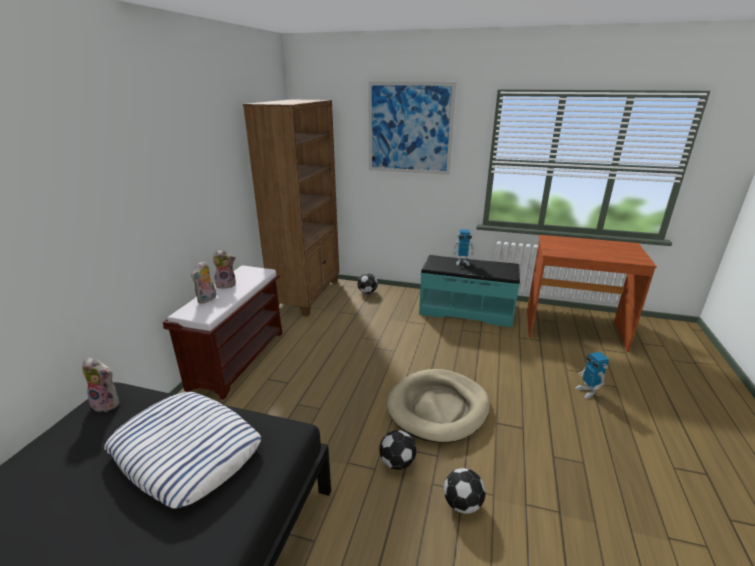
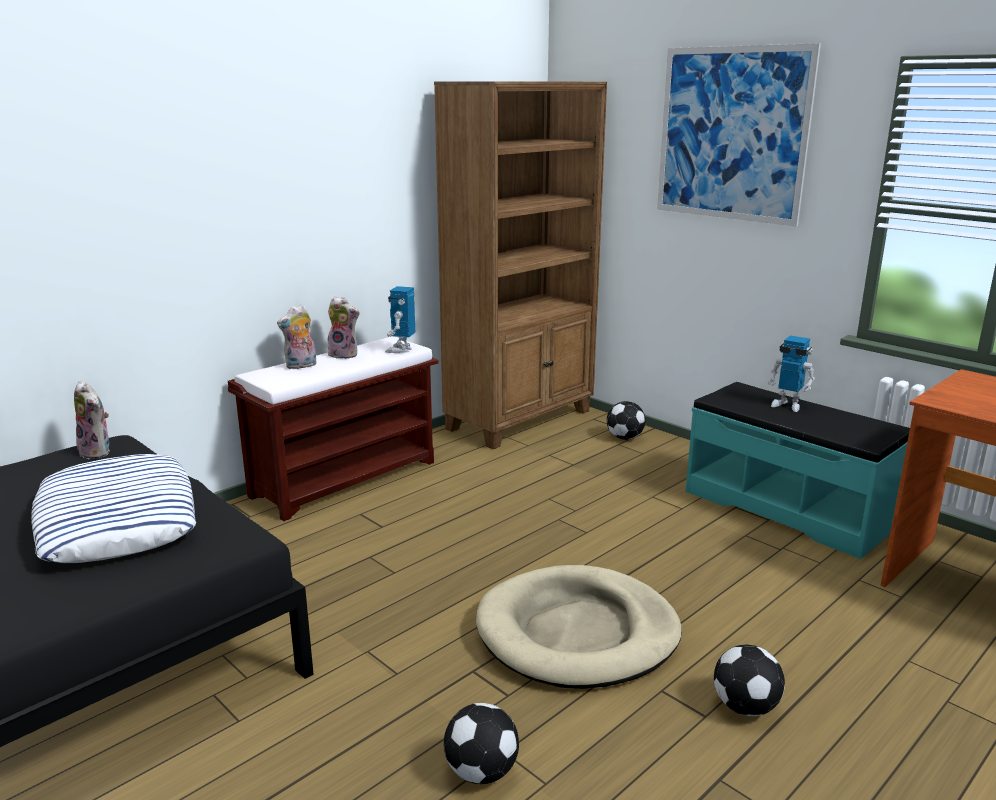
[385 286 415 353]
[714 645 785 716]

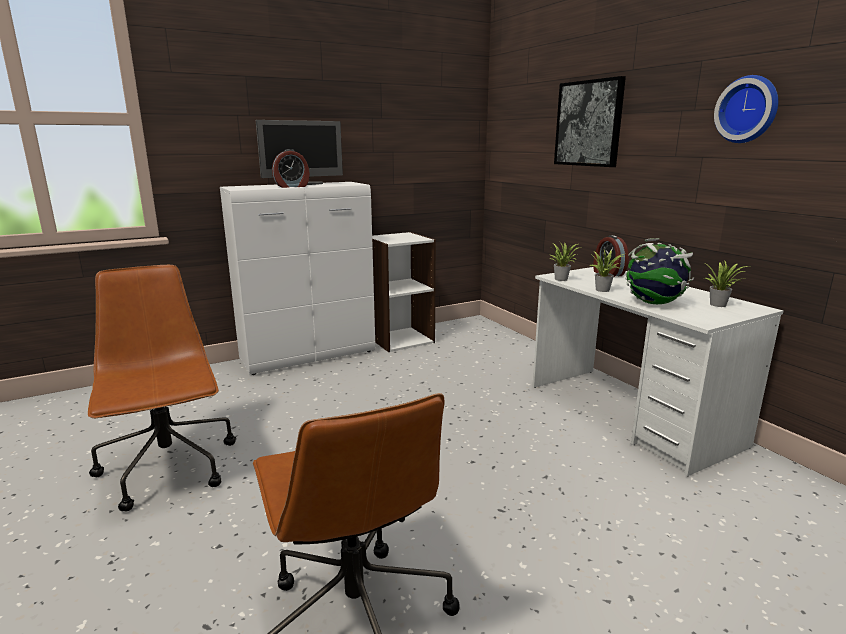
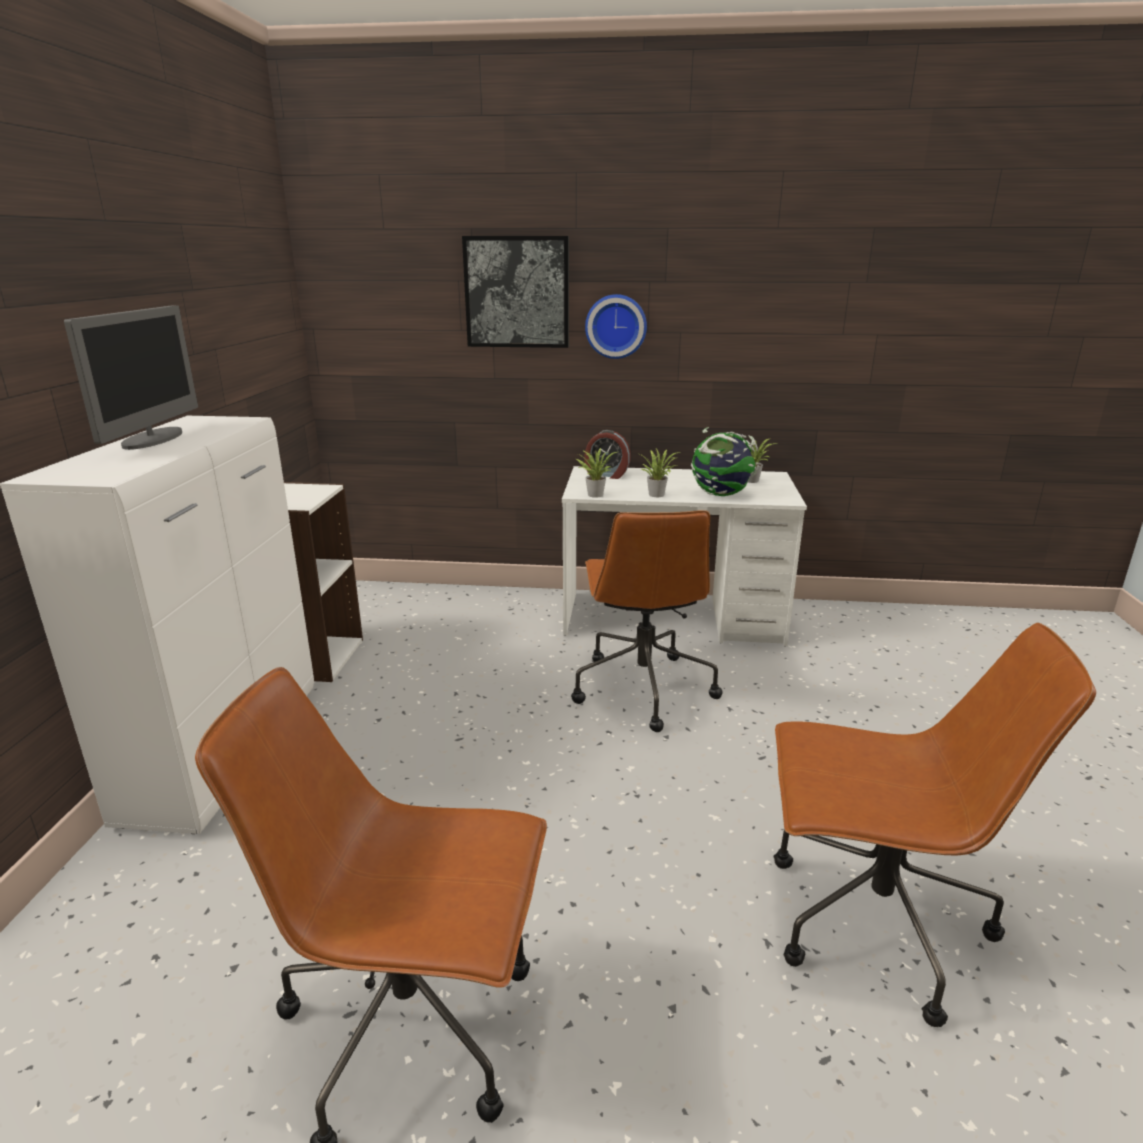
[585 294 647 359]
[272 149 310 188] (first image)
[571 510 723 732]

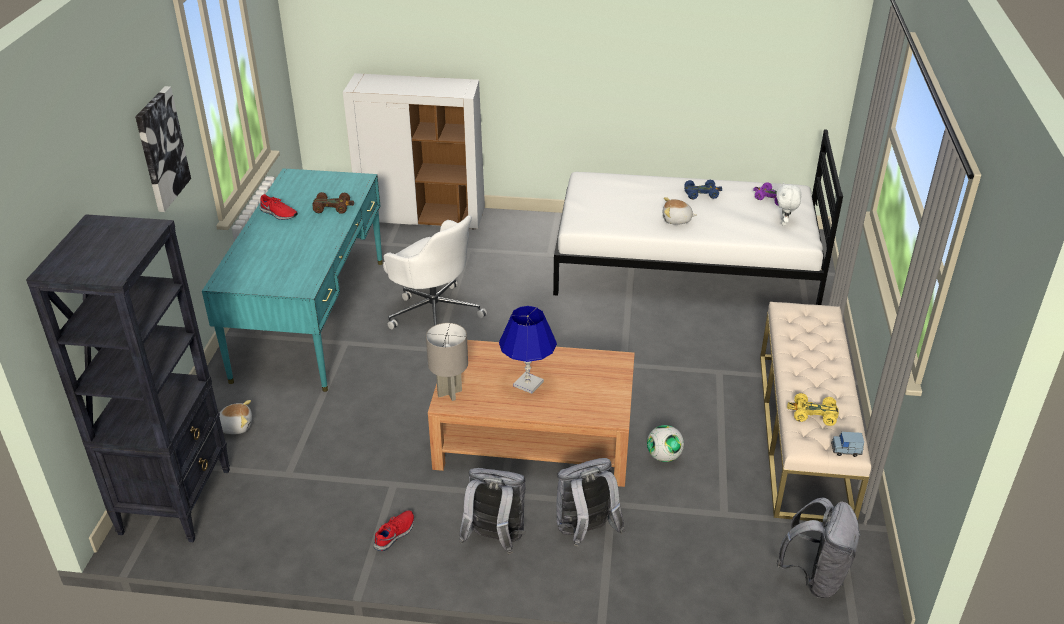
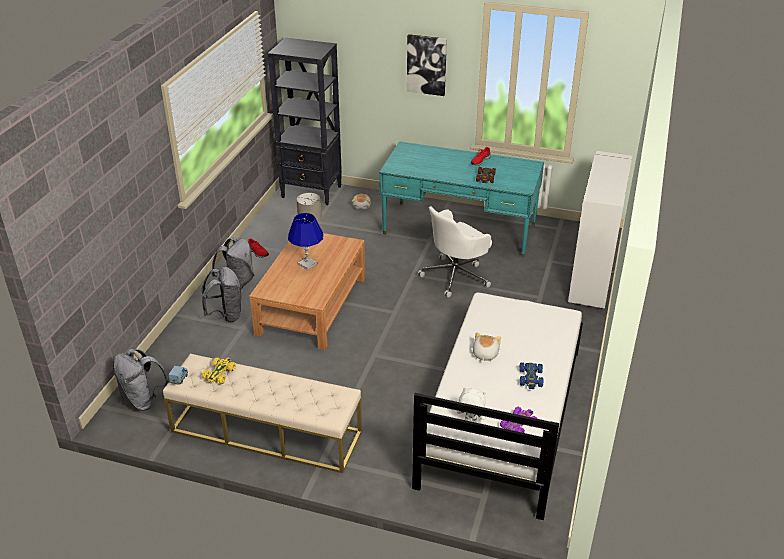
[647 425 684 462] (first image)

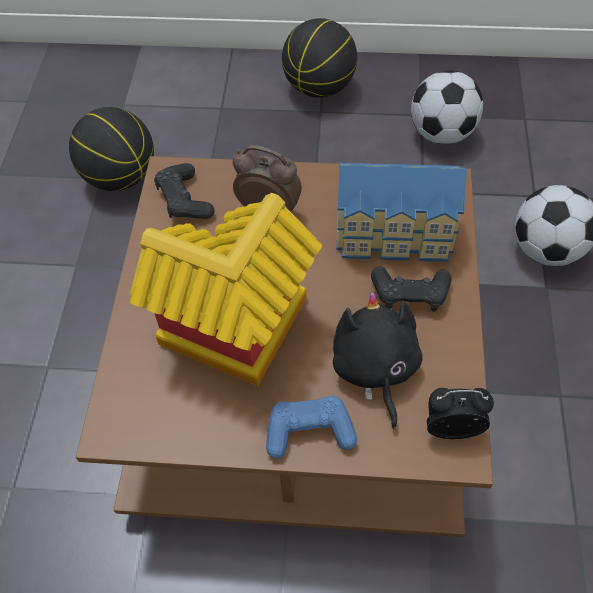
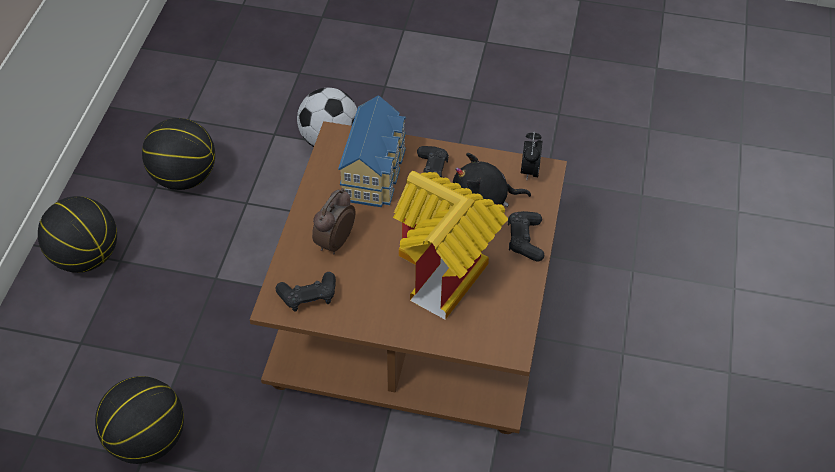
[142 118 215 190]
[508 211 544 262]

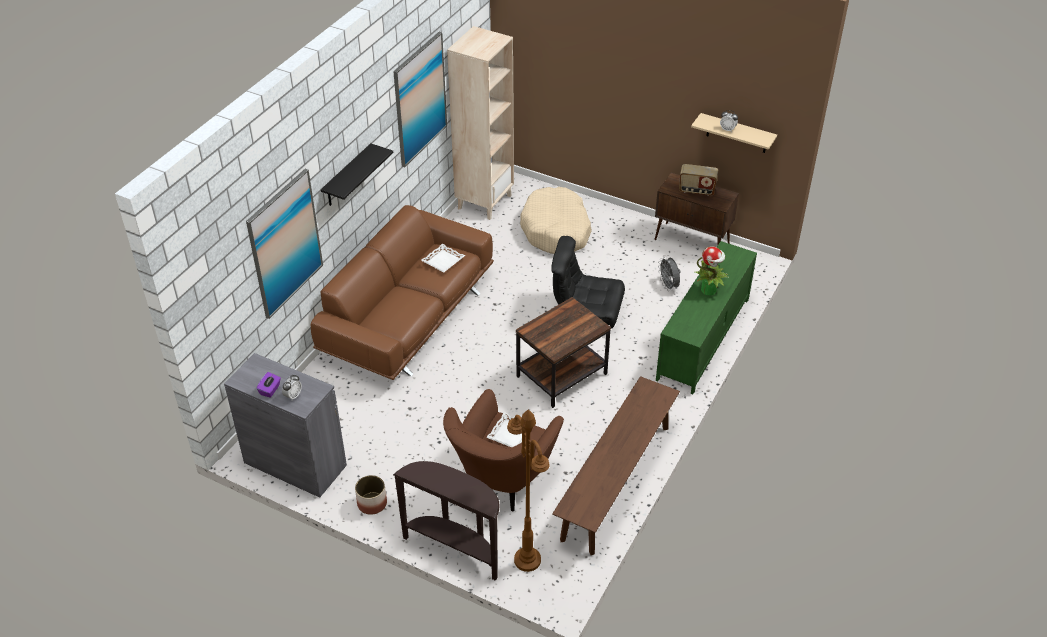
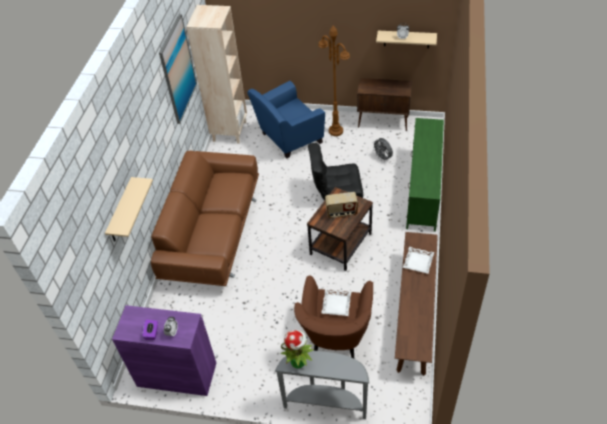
[321 144 393 206] (first image)
[325 192 358 218]
[105 177 153 241]
[247 81 325 158]
[403 247 434 274]
[281 330 313 368]
[112 305 216 396]
[318 25 350 136]
[275 351 369 419]
[355 475 387 515] (first image)

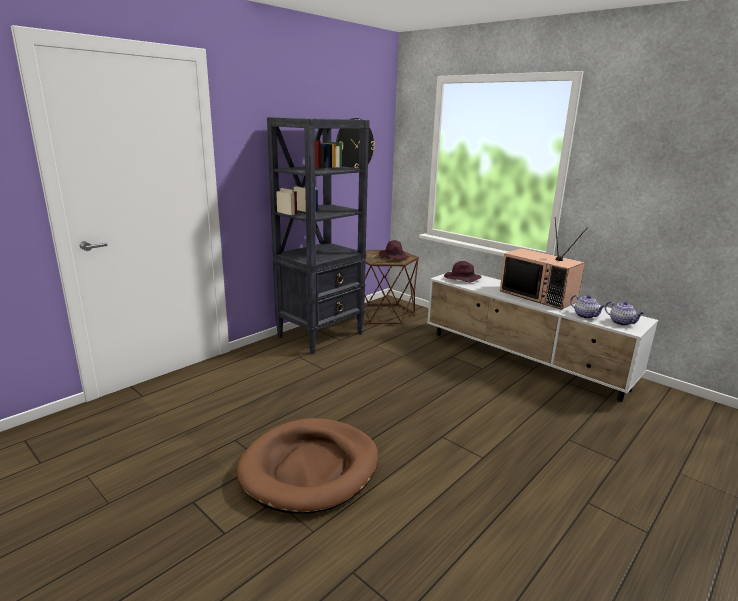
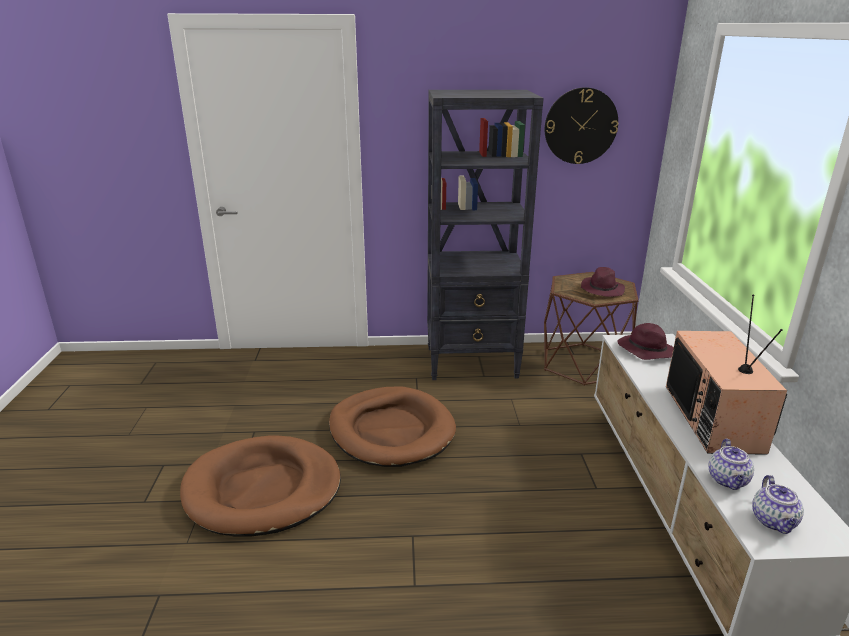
[329 386 456 467]

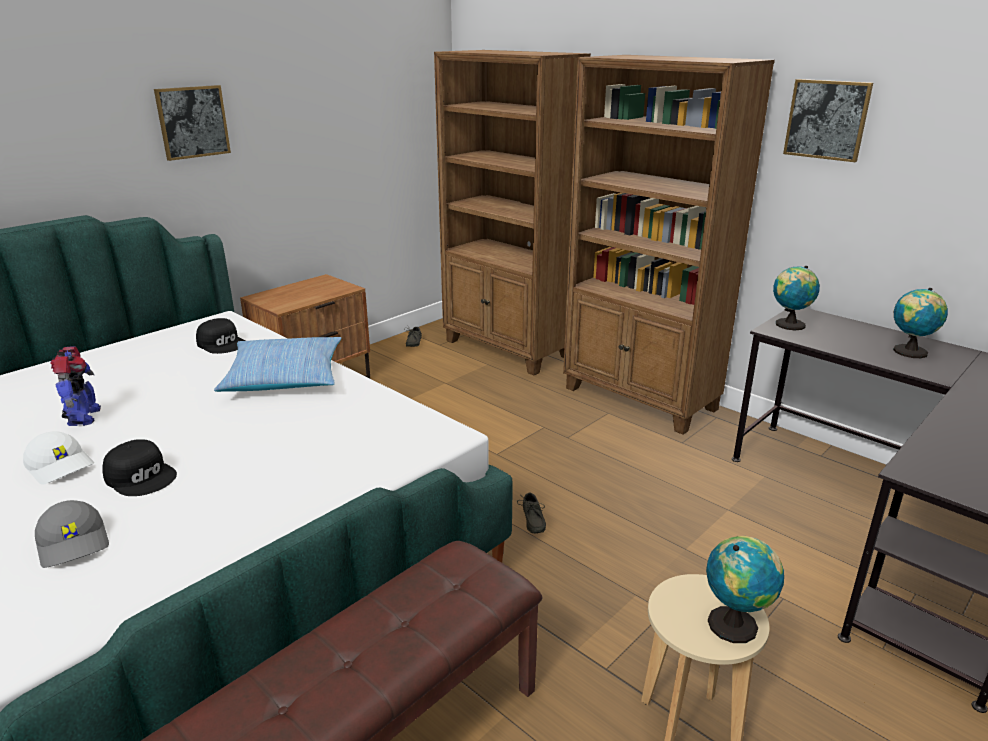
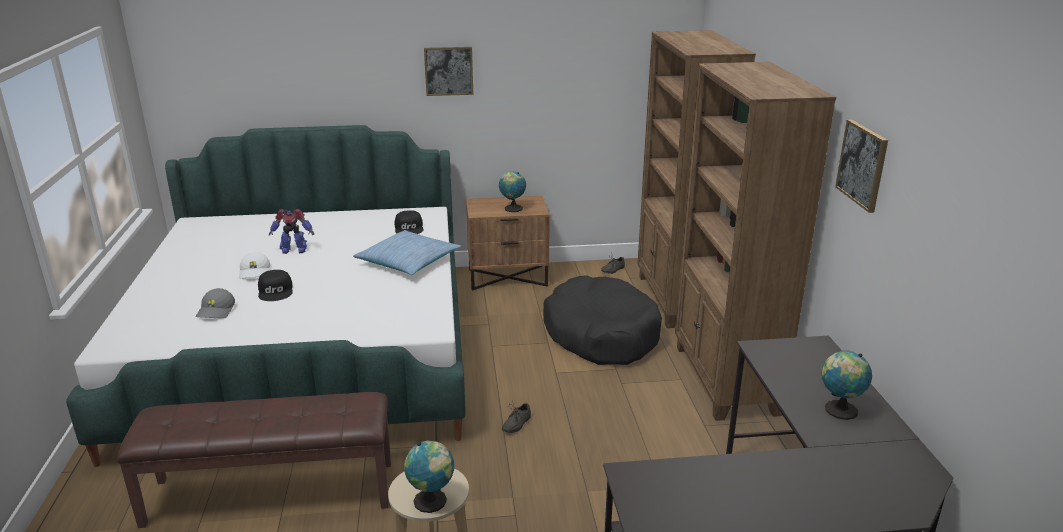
[499 171 526 212]
[269 209 314 254]
[543 275 662 365]

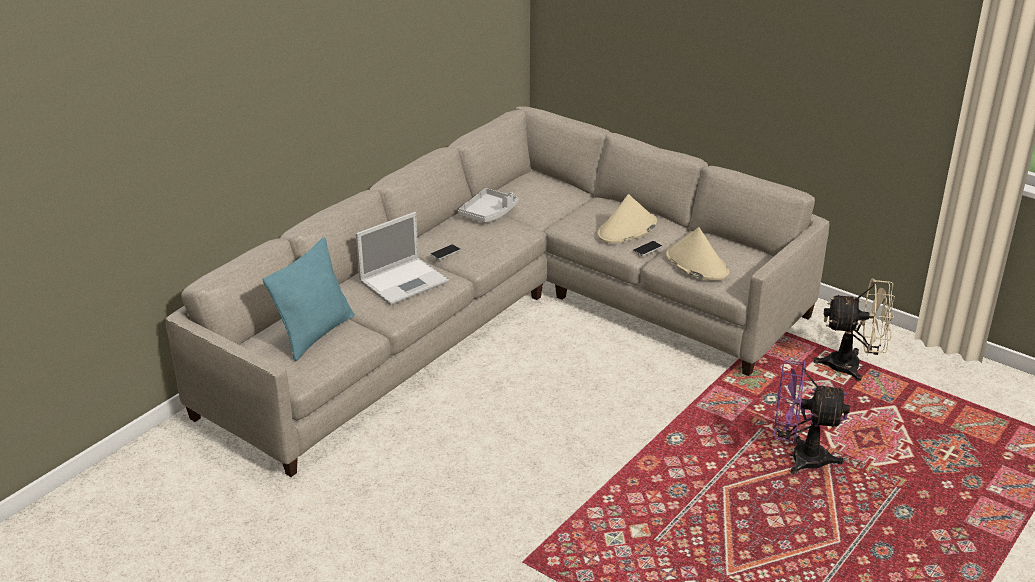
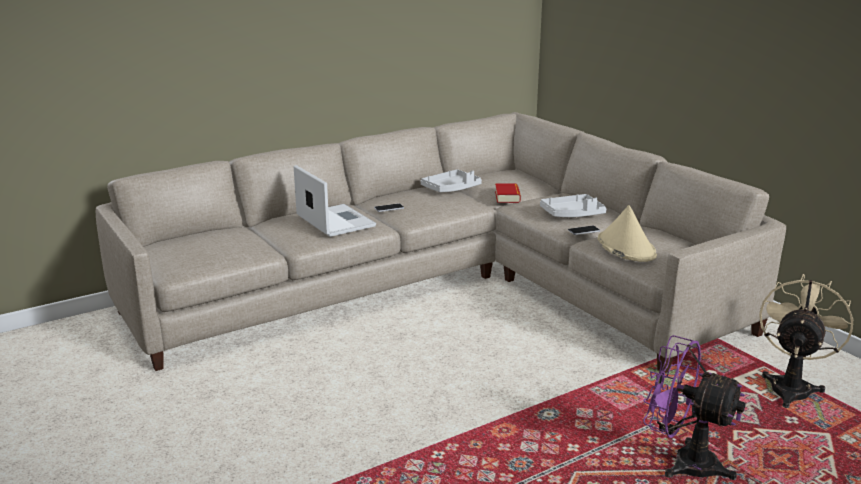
[540 194 607 217]
[294 165 376 237]
[263 237 355 361] (first image)
[759 274 853 408]
[495 184 521 203]

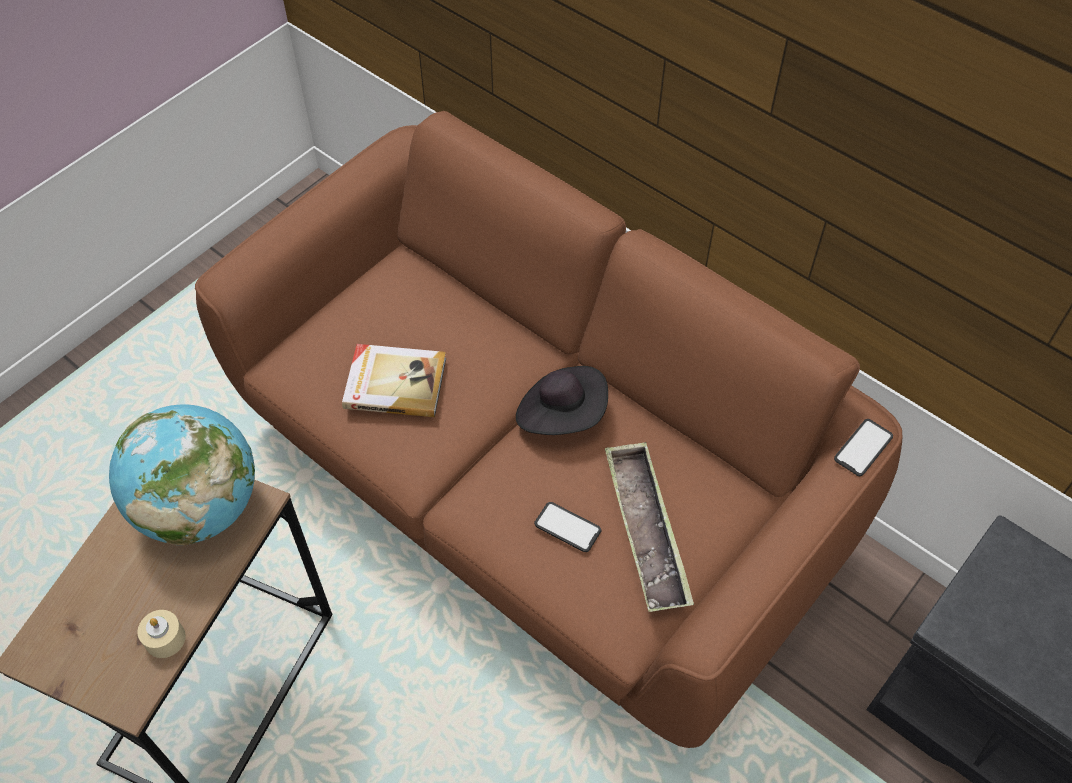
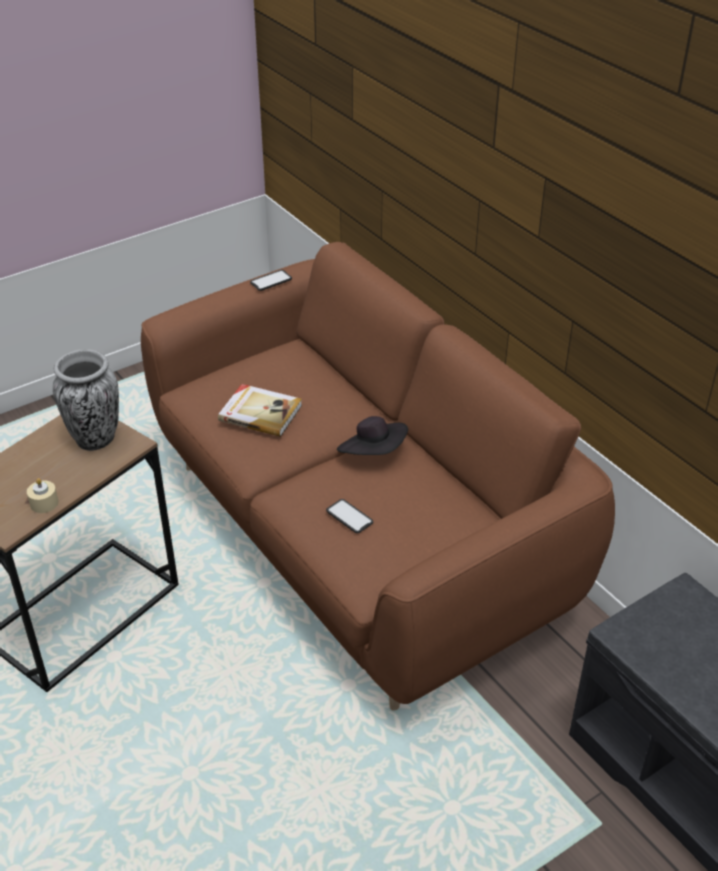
[53 349 119 451]
[250 270 292 291]
[605 442 694 612] (first image)

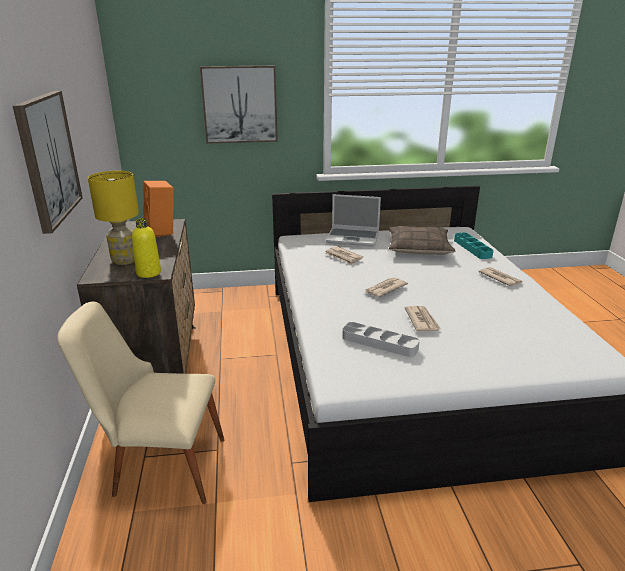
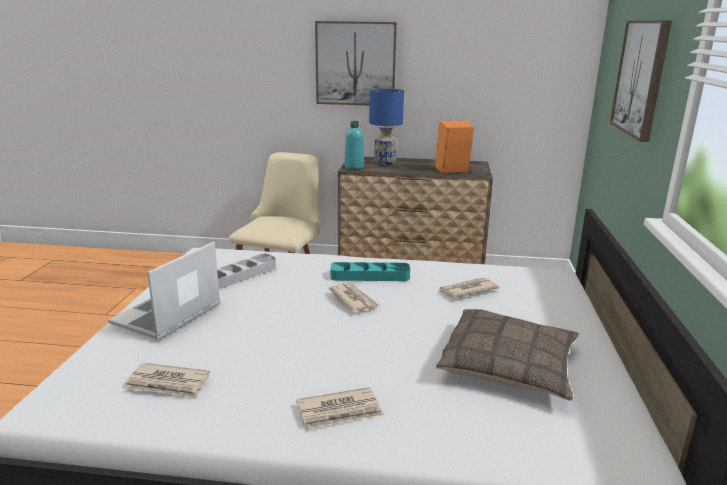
[369 89 404 165]
[108 242 221 340]
[345 121 364 169]
[330 262 410 281]
[125 363 210 398]

